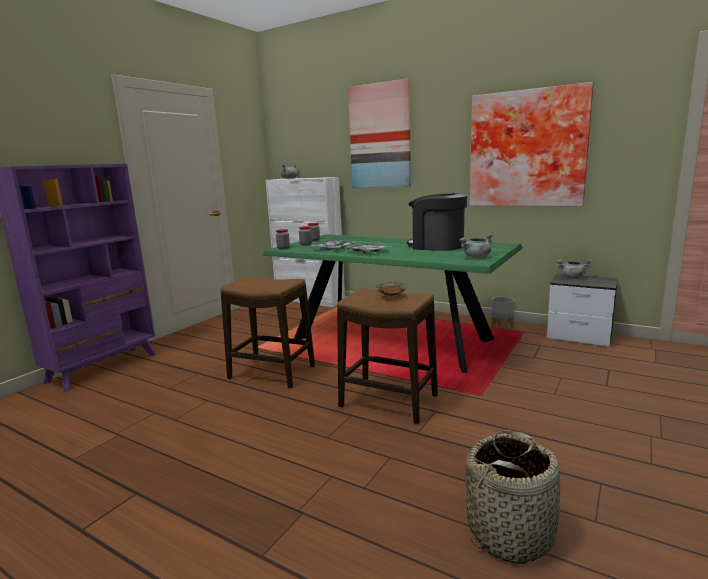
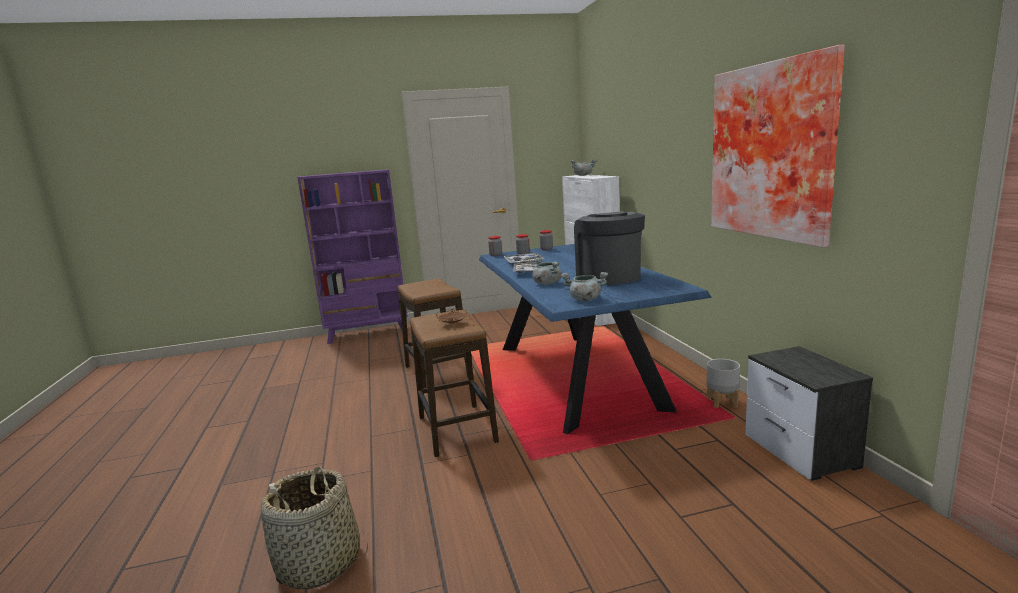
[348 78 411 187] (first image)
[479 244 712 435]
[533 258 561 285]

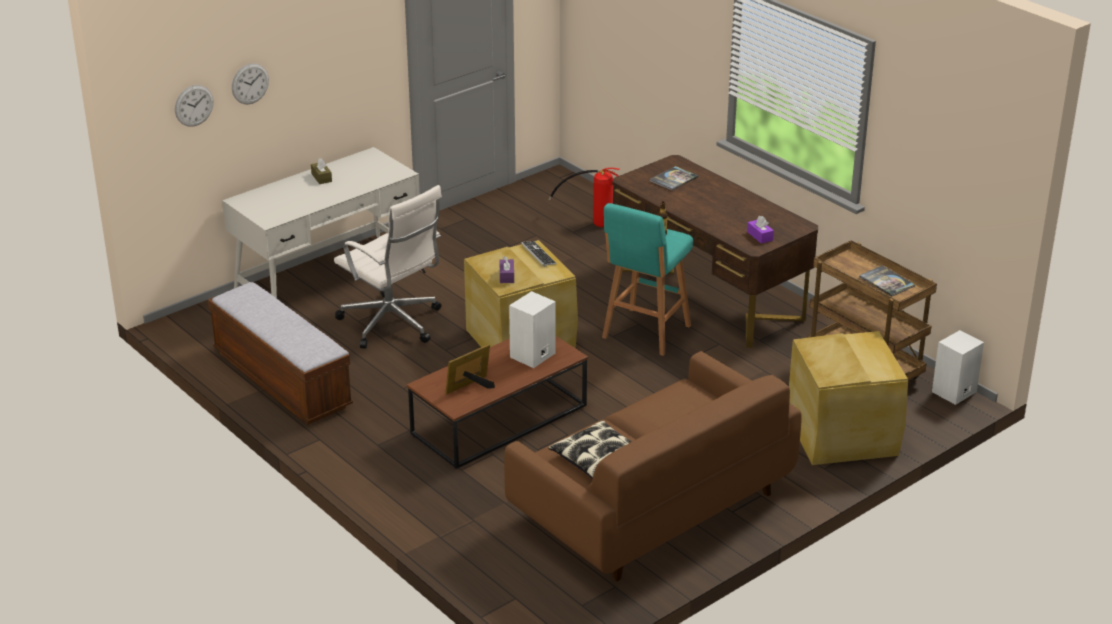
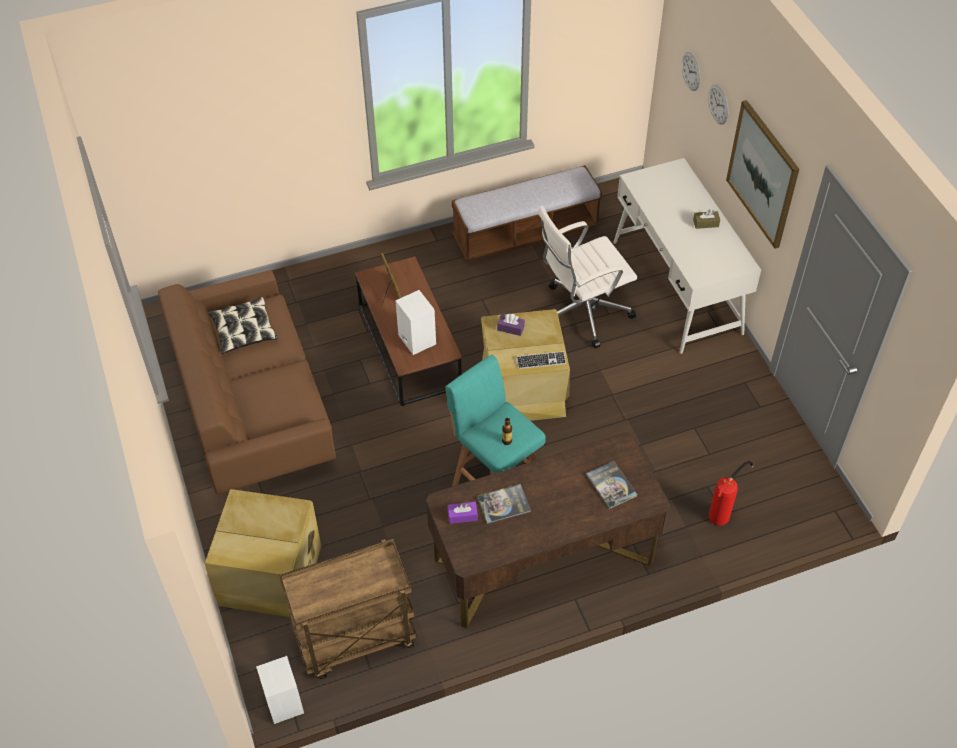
[477 484 531 524]
[726 100 799 249]

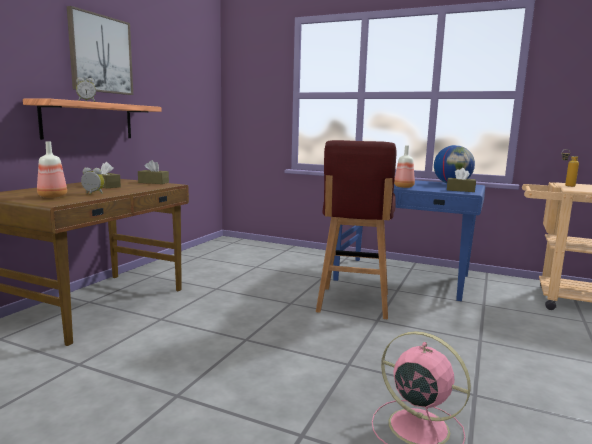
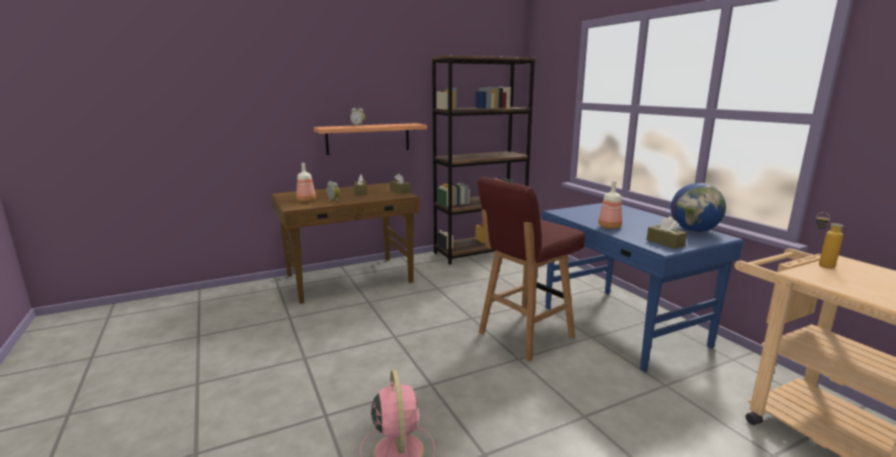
[67 6 133 95] (first image)
[431 55 535 265]

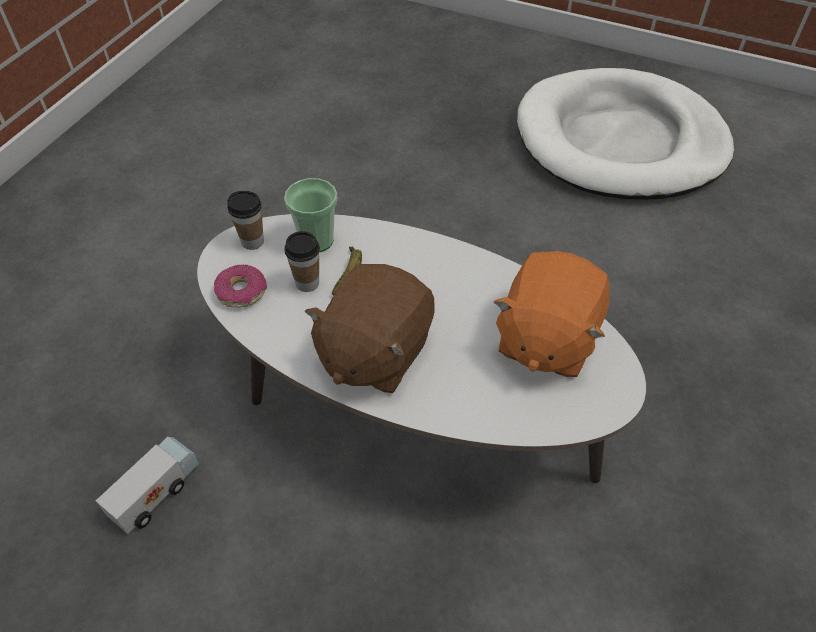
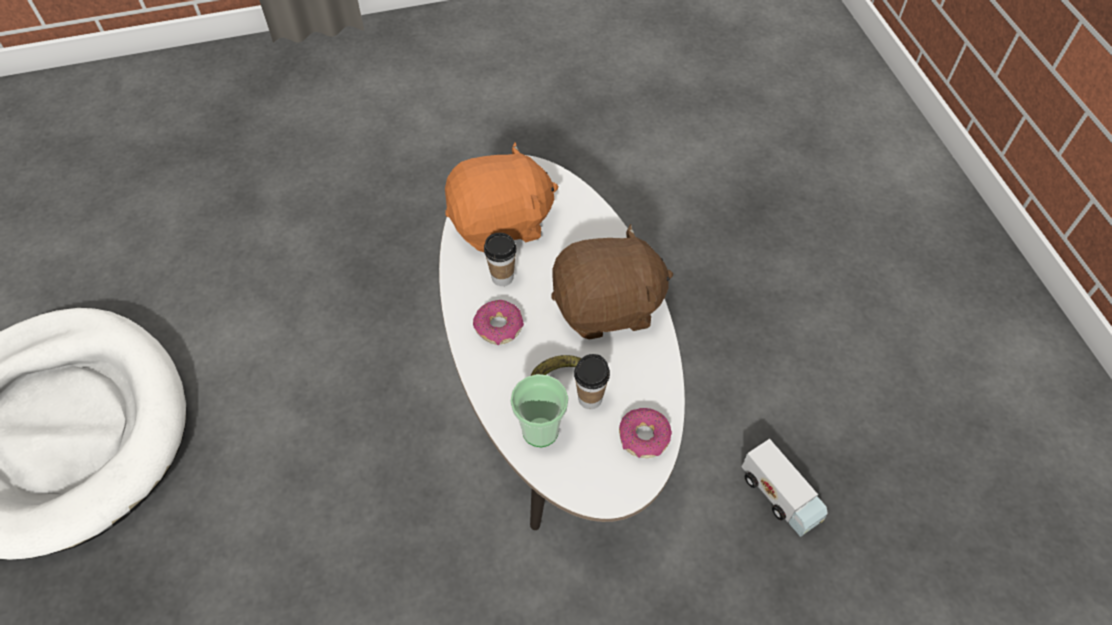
[484 233 517 286]
[742 439 828 537]
[473 300 524 345]

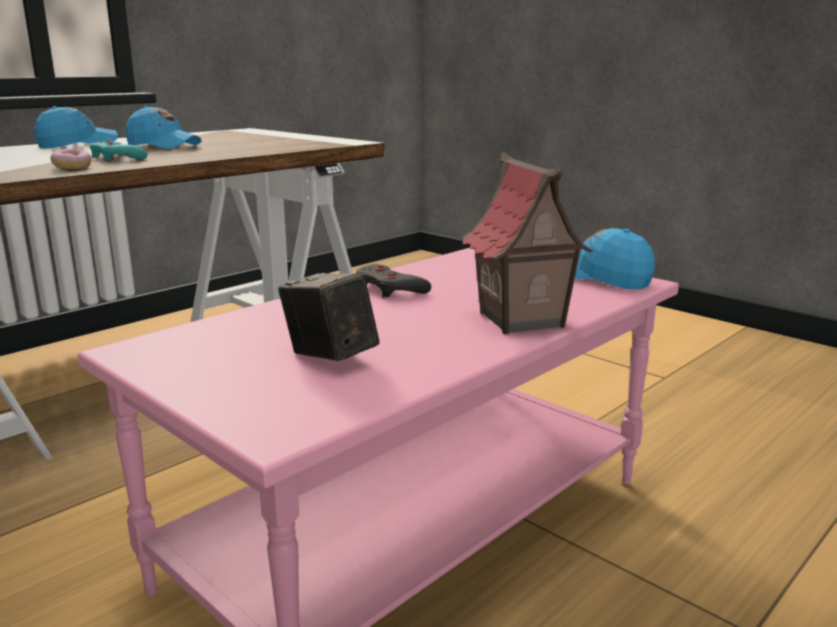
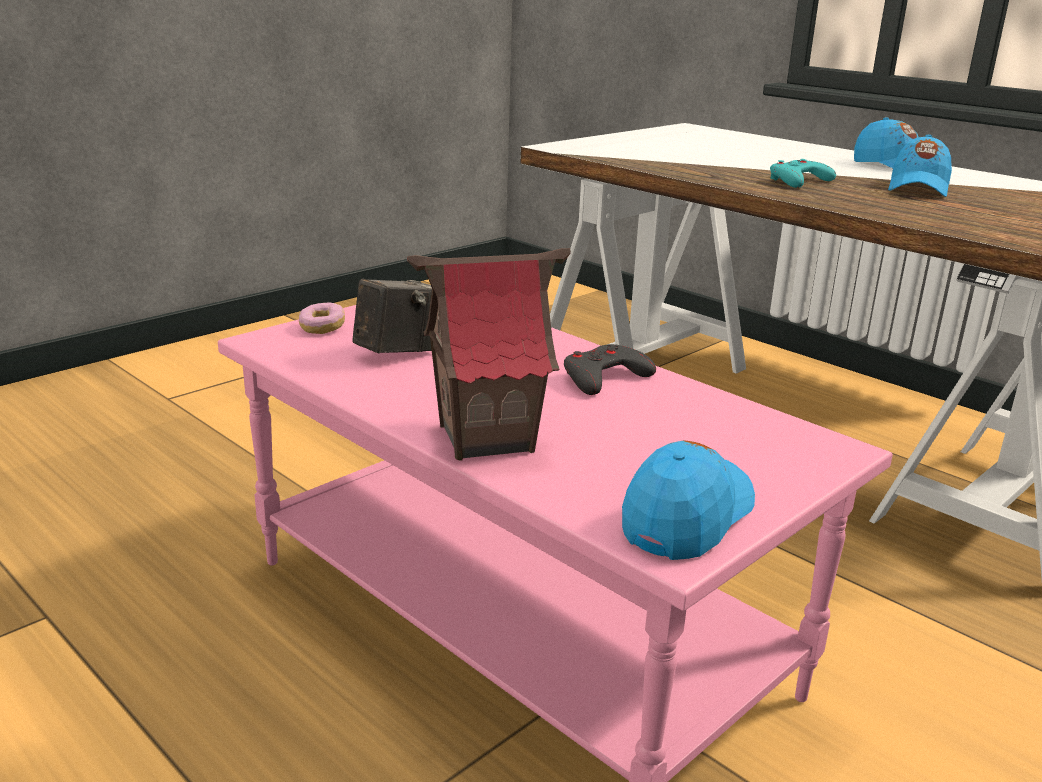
[299 302 345 334]

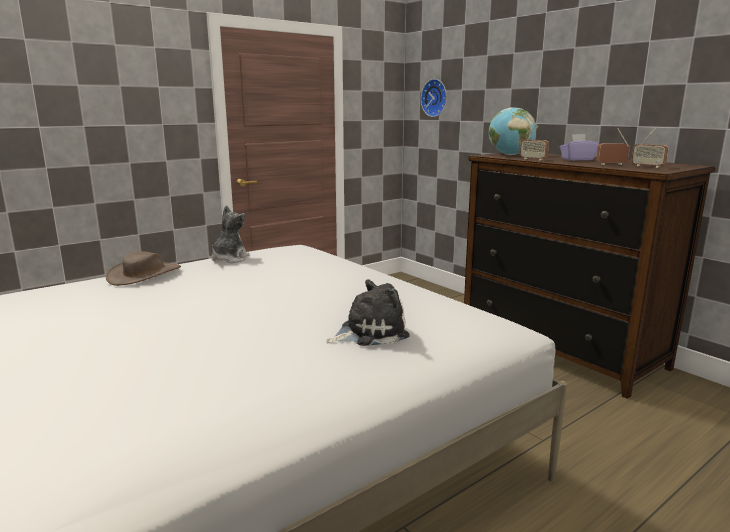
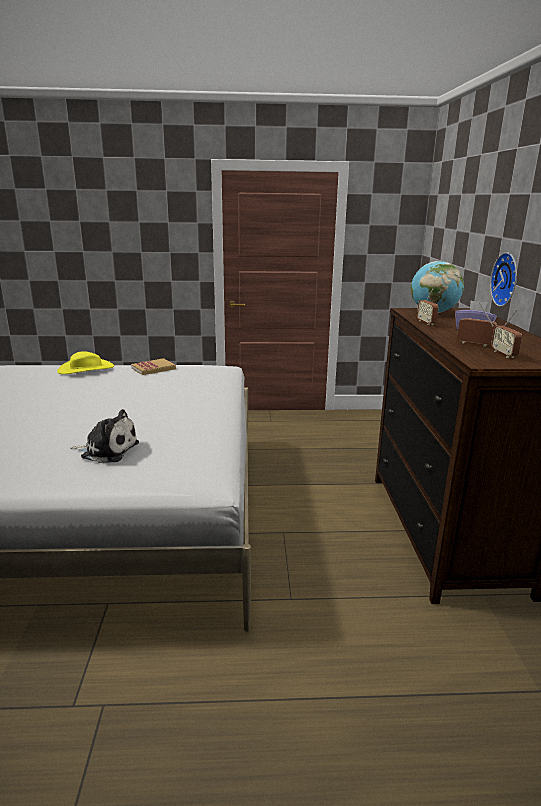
[490 252 517 307]
[131 358 176 375]
[57 352 114 374]

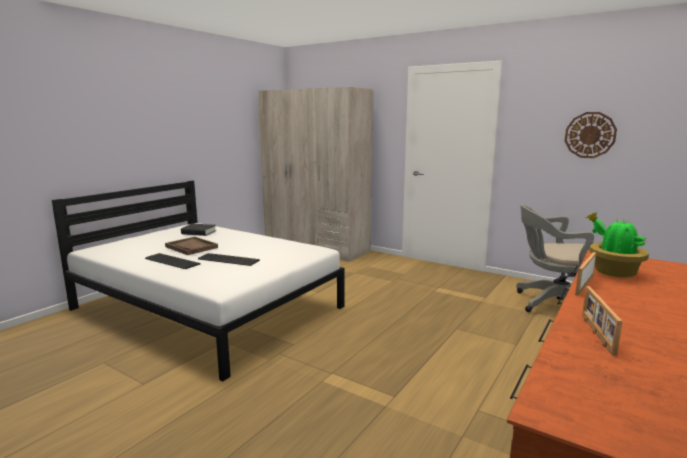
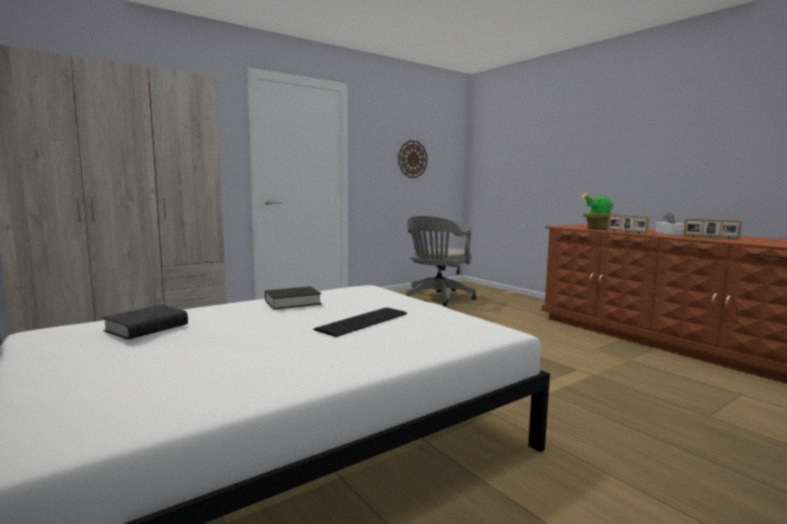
[165 237 218 255] (first image)
[145 253 201 269] (first image)
[655 213 685 235]
[265 286 321 310]

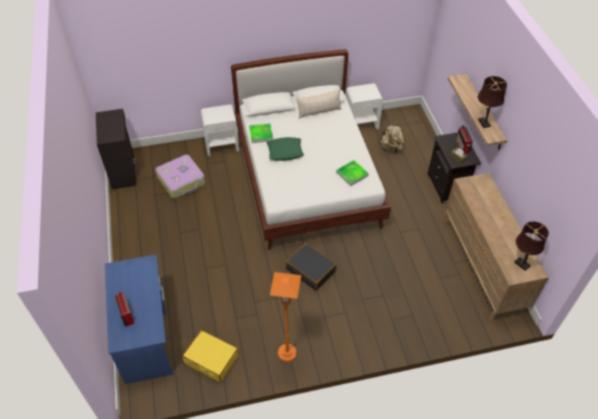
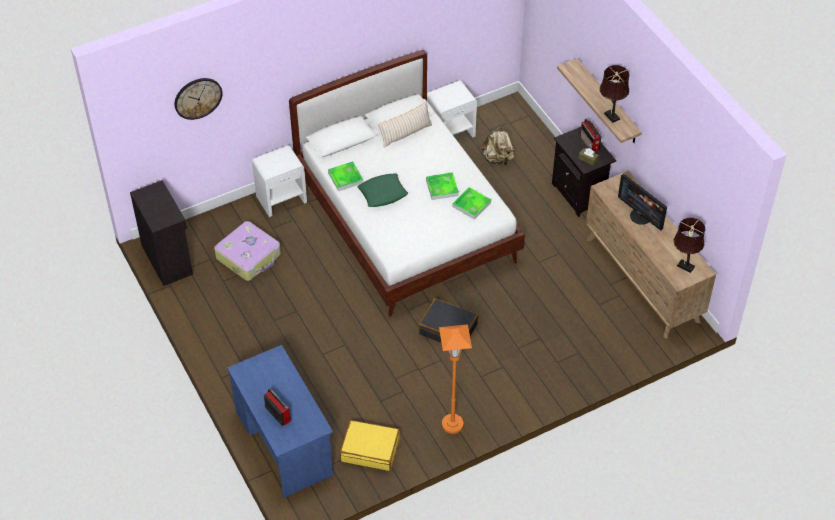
[174 78 222 120]
[426 172 459 200]
[618 174 667 230]

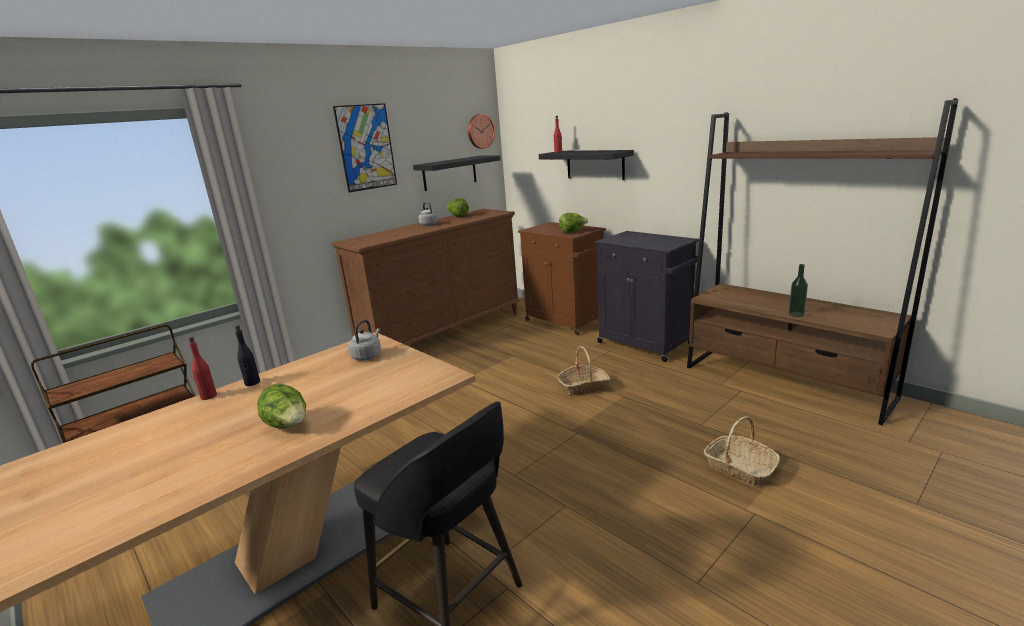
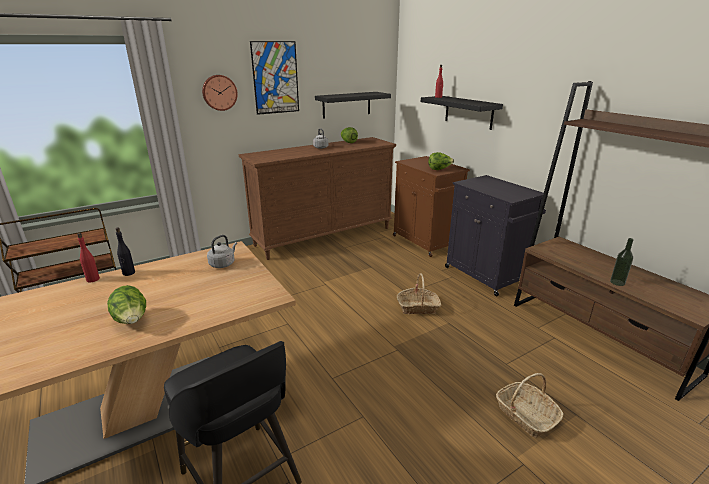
[202 75 238 111]

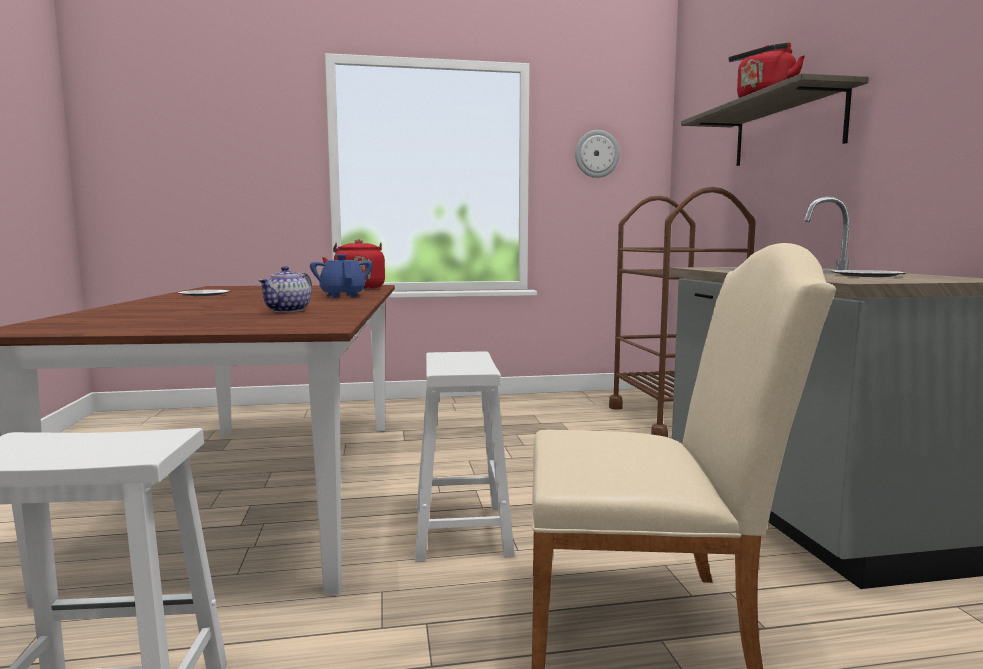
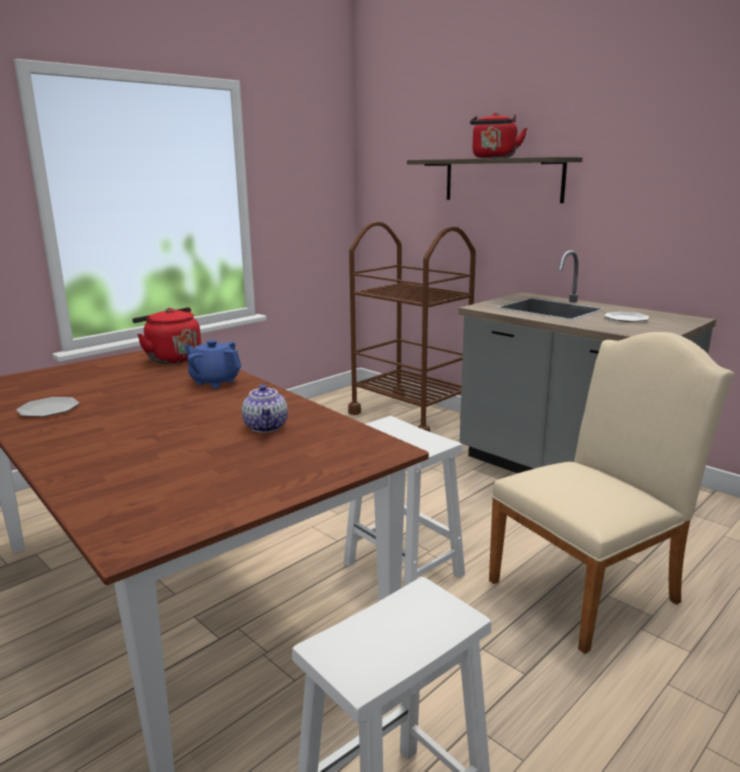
[575 130 620 178] (first image)

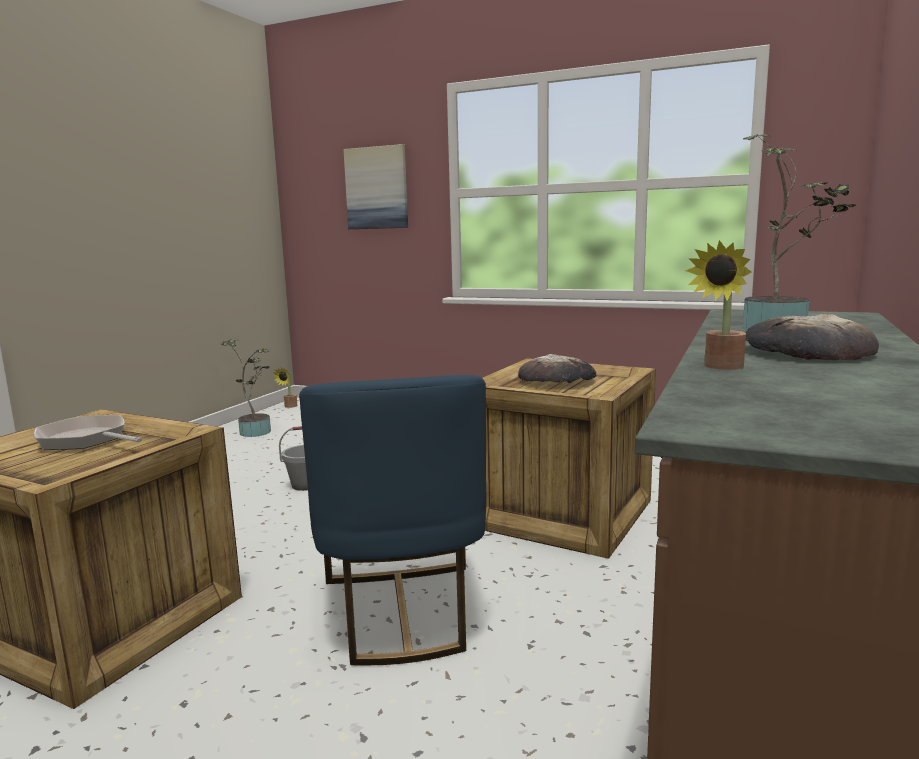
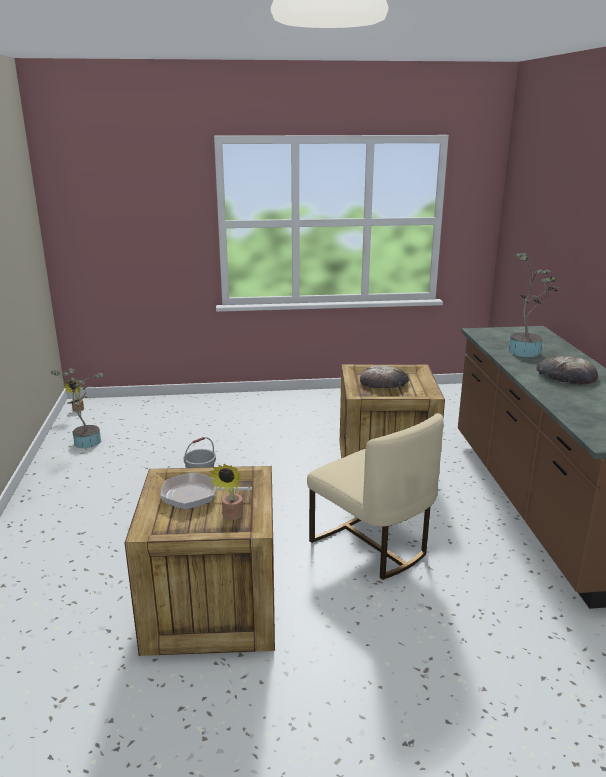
[343 144 408 229] (first image)
[208 464 243 520]
[307 413 443 580]

